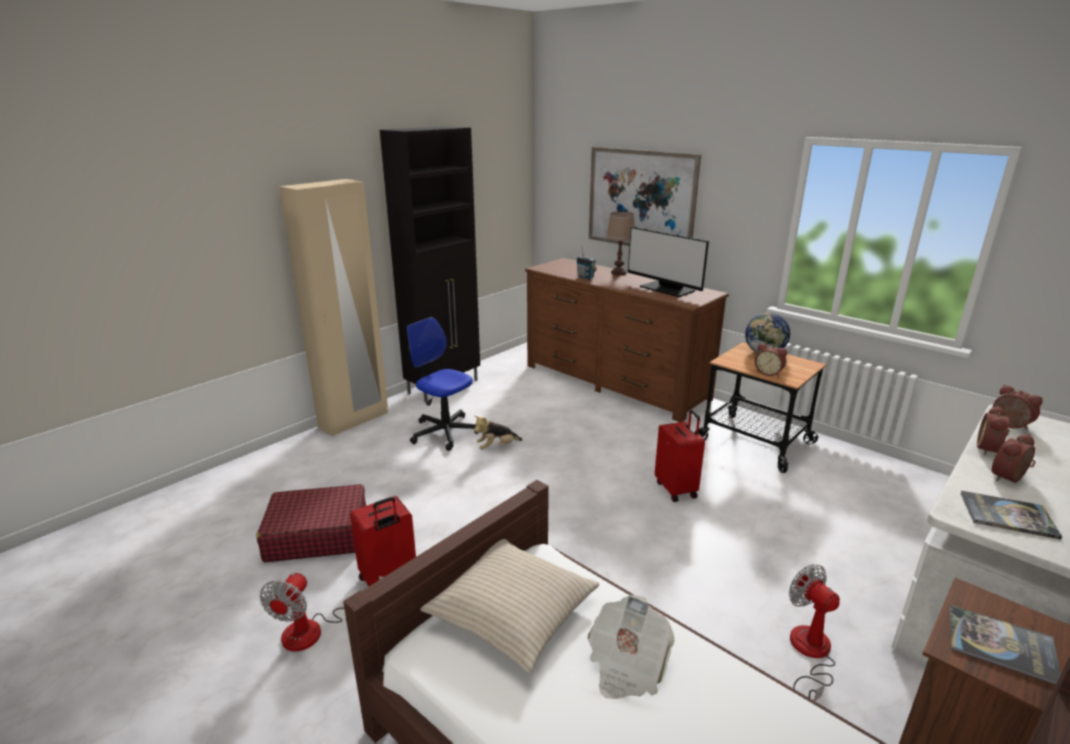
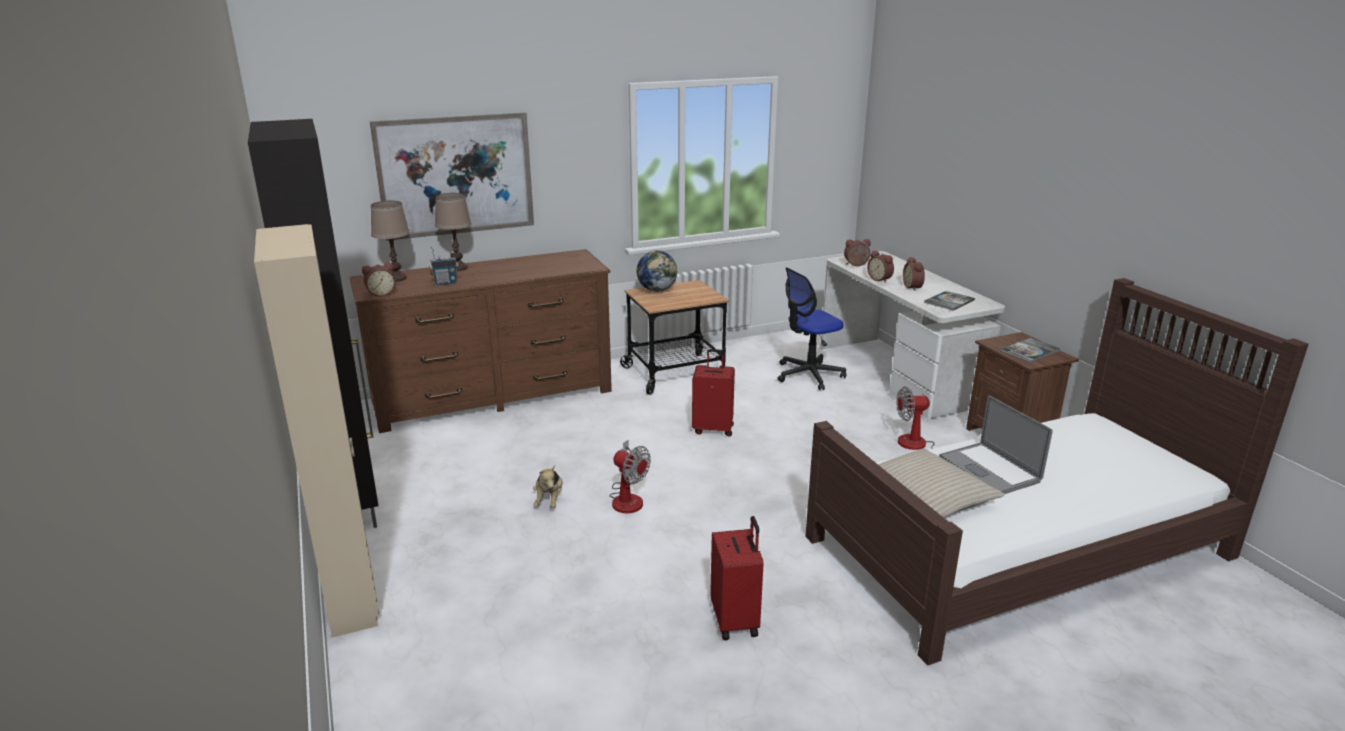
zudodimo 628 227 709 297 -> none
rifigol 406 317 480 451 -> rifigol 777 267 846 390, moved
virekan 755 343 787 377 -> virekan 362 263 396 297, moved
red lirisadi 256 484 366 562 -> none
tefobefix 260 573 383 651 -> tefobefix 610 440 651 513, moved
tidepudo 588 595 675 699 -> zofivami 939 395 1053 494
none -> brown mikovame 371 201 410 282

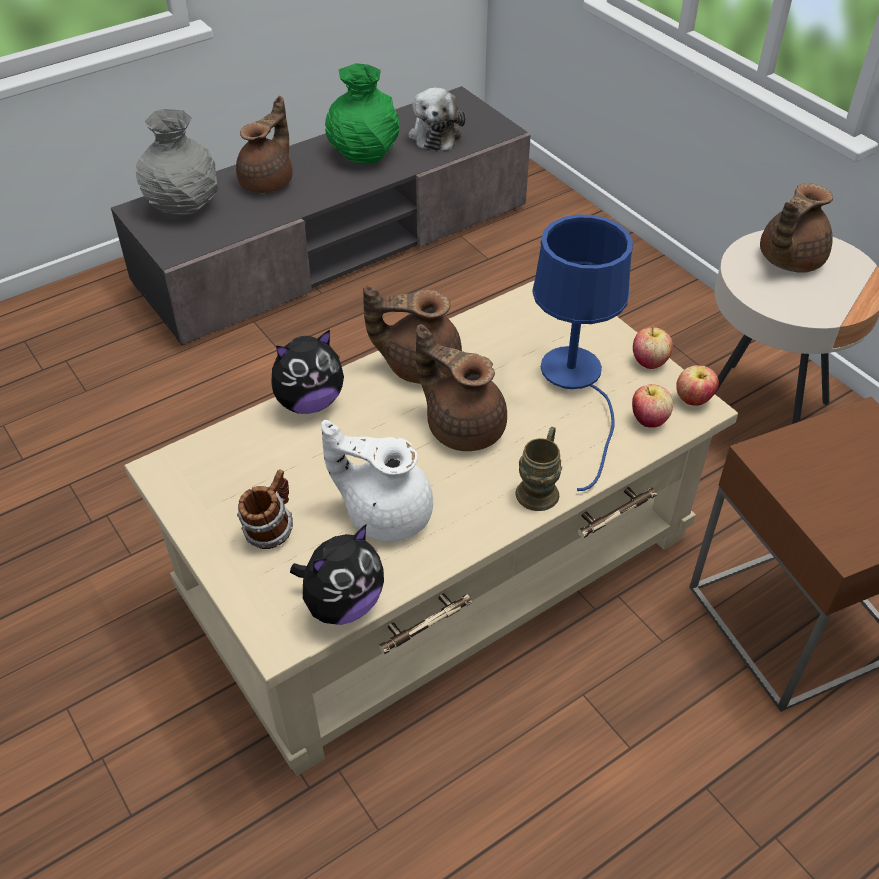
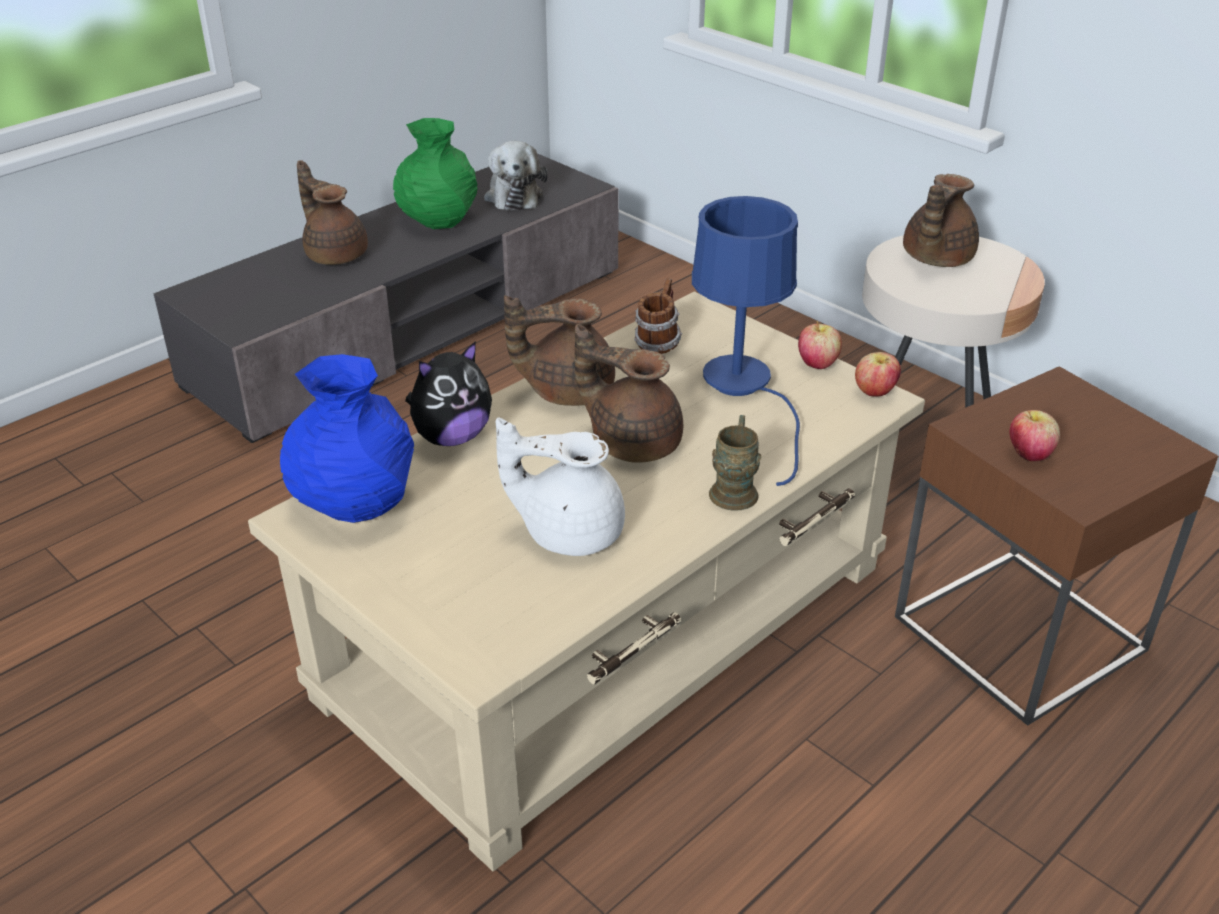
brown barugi 236 96 293 193 -> brown barugi 297 160 368 265, 60 degrees counterclockwise
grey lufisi 136 109 218 216 -> none
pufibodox 632 384 673 428 -> pufibodox 1009 410 1060 461, moved
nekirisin 237 469 293 549 -> nekirisin 634 278 682 354, moved
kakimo 290 524 384 625 -> none
none -> blue lufisi 280 354 414 523

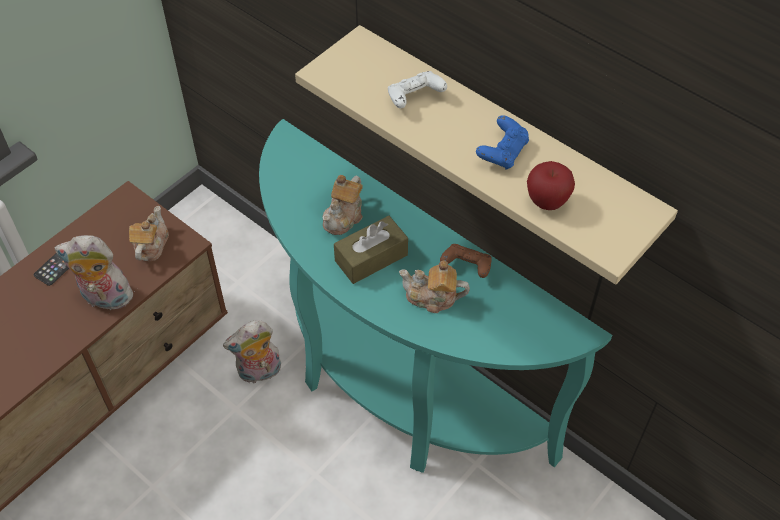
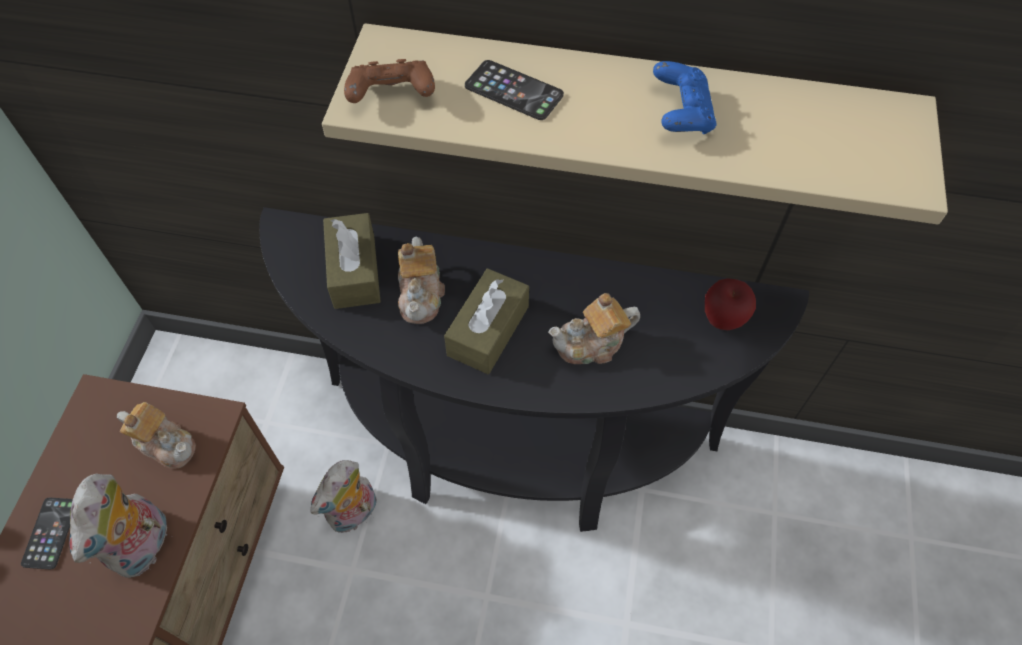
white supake 388 71 447 108 -> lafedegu 465 60 564 120
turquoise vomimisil 259 119 612 473 -> black vomimisil 259 207 809 532
pufibodox 527 161 575 210 -> pufibodox 705 278 756 330, moved
barugi 129 206 169 261 -> barugi 117 402 196 469, 135 degrees clockwise
kakimo 54 235 138 310 -> kakimo 69 473 173 578, 60 degrees counterclockwise
brown supake 440 244 492 278 -> brown supake 344 59 435 103, moved
none -> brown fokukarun 323 213 381 309

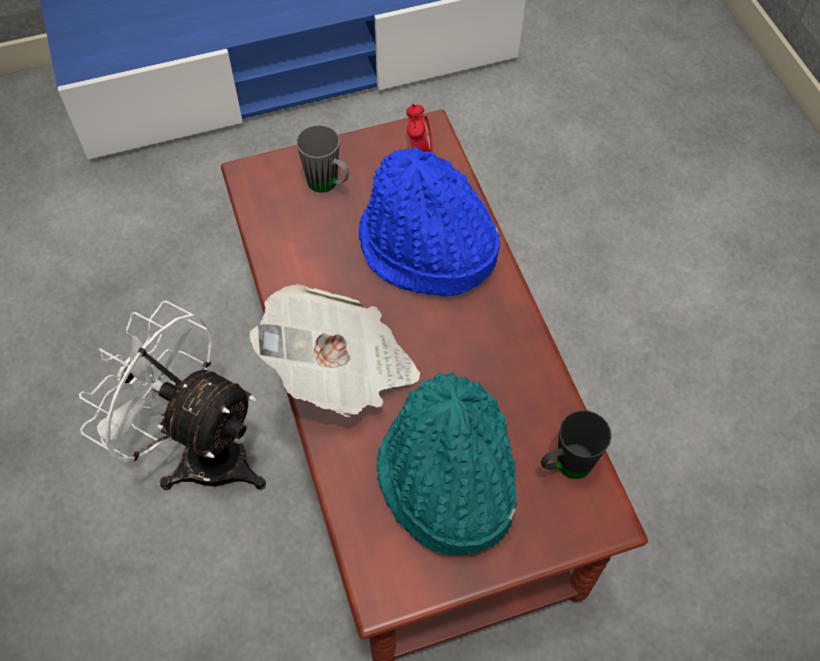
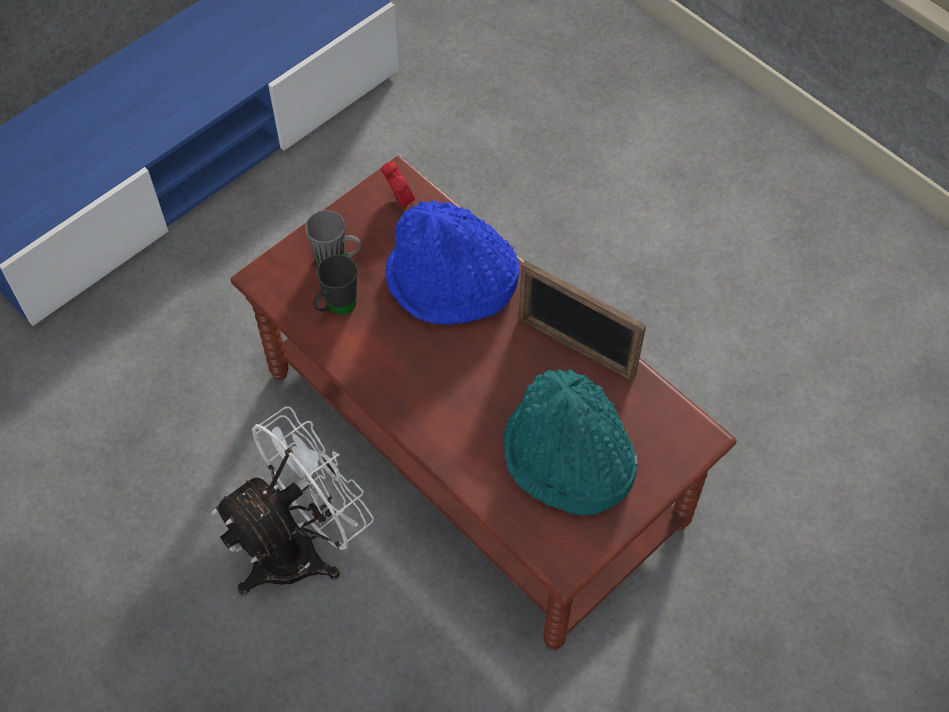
tidepudo 249 284 420 417 -> none
white tefobefix 79 301 266 490 -> white tefobefix 211 406 374 596, 135 degrees clockwise
black nekirisin 541 410 612 479 -> black nekirisin 313 254 357 315, moved
none -> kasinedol 519 261 646 380

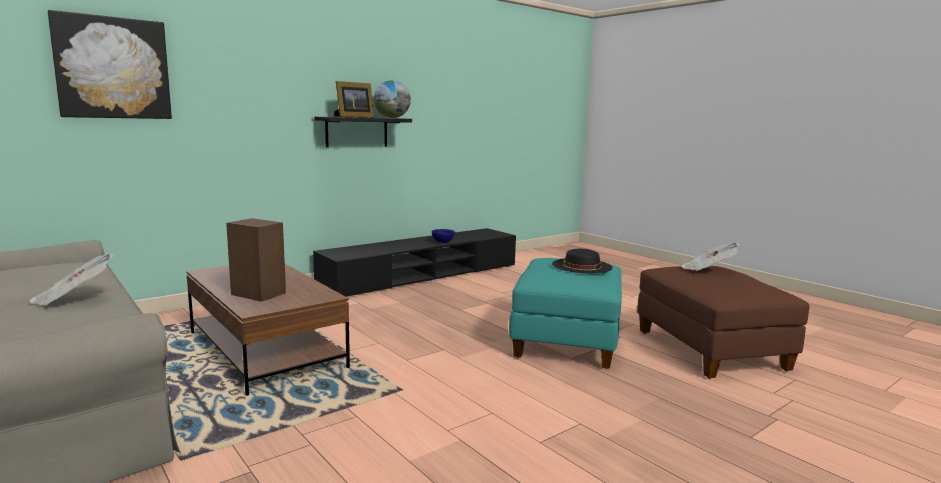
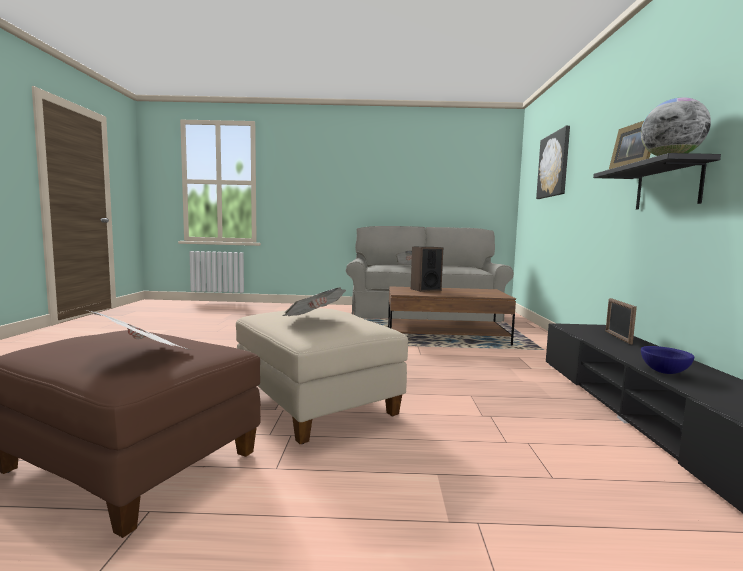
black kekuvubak 552 249 613 273 -> tidepudo 282 287 346 316
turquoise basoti 509 258 622 369 -> beige basoti 236 308 408 444
none -> kasinedol 606 298 637 344

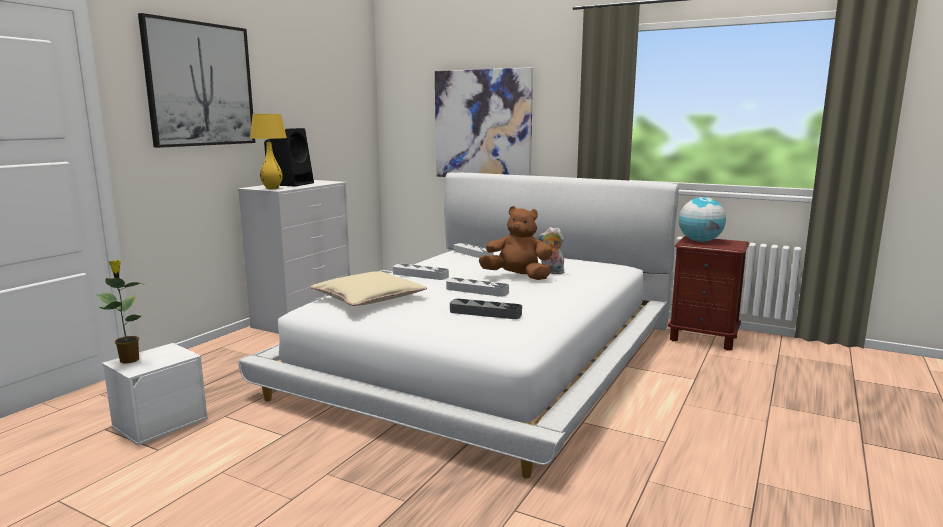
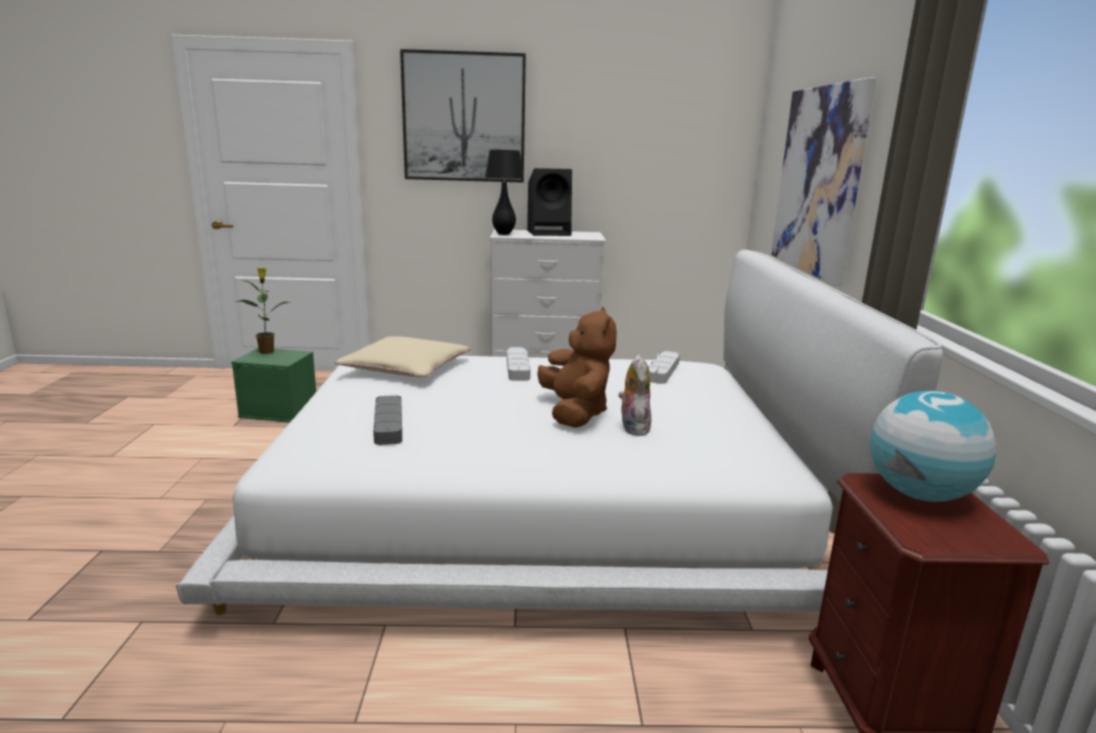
yellow mikovame 250 114 287 189 -> black mikovame 485 150 524 235
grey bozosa 446 278 509 297 -> none
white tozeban 102 343 208 446 -> green tozeban 231 348 316 423

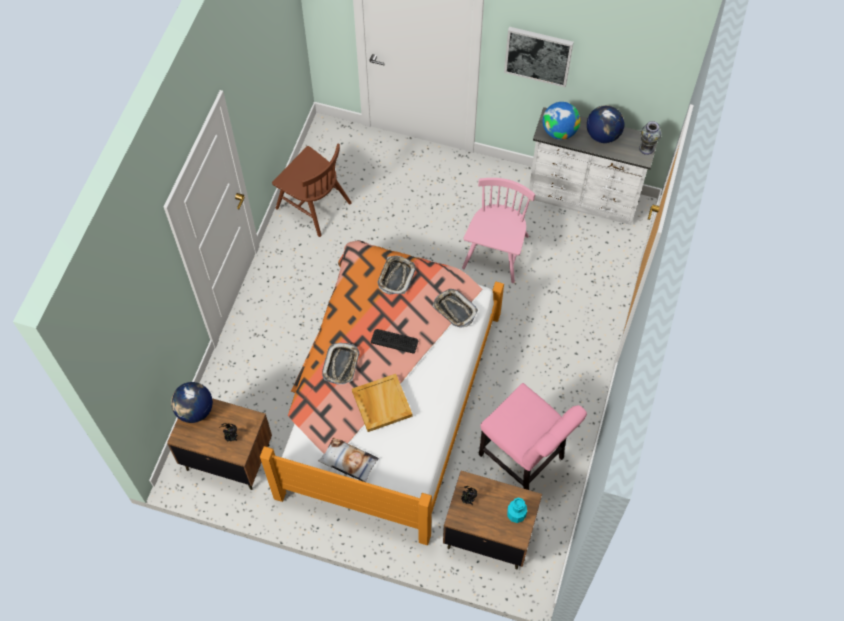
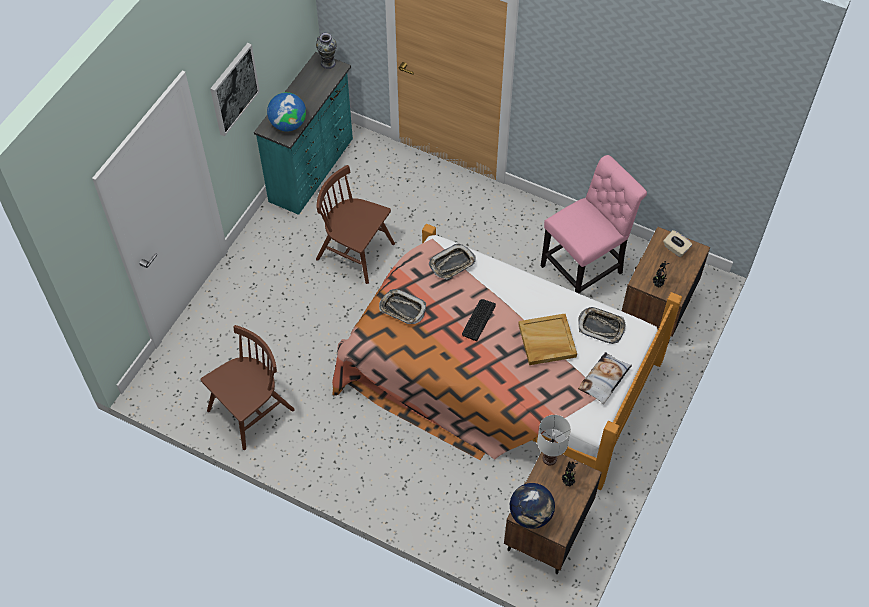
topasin 587 105 625 143 -> none
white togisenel 528 107 658 225 -> turquoise togisenel 254 52 353 215
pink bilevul 462 178 535 283 -> brown bilevul 316 165 395 284
bozosa 322 343 360 385 -> bozosa 578 307 626 344, moved
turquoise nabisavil 507 498 527 523 -> beige fokukarun 663 230 692 257
none -> white mikovame 537 415 571 465

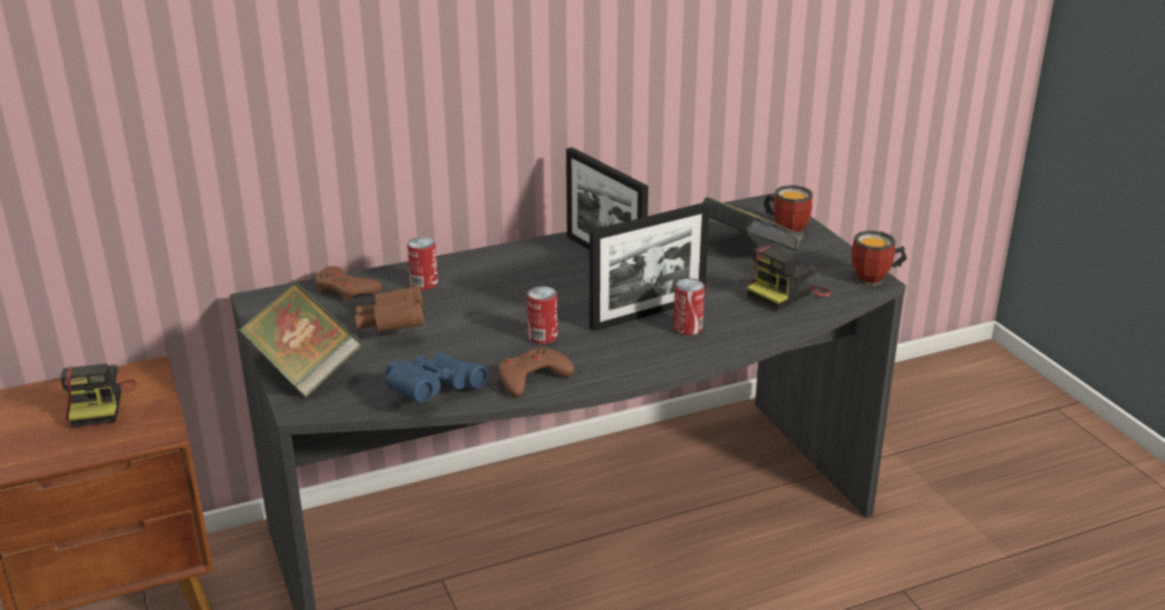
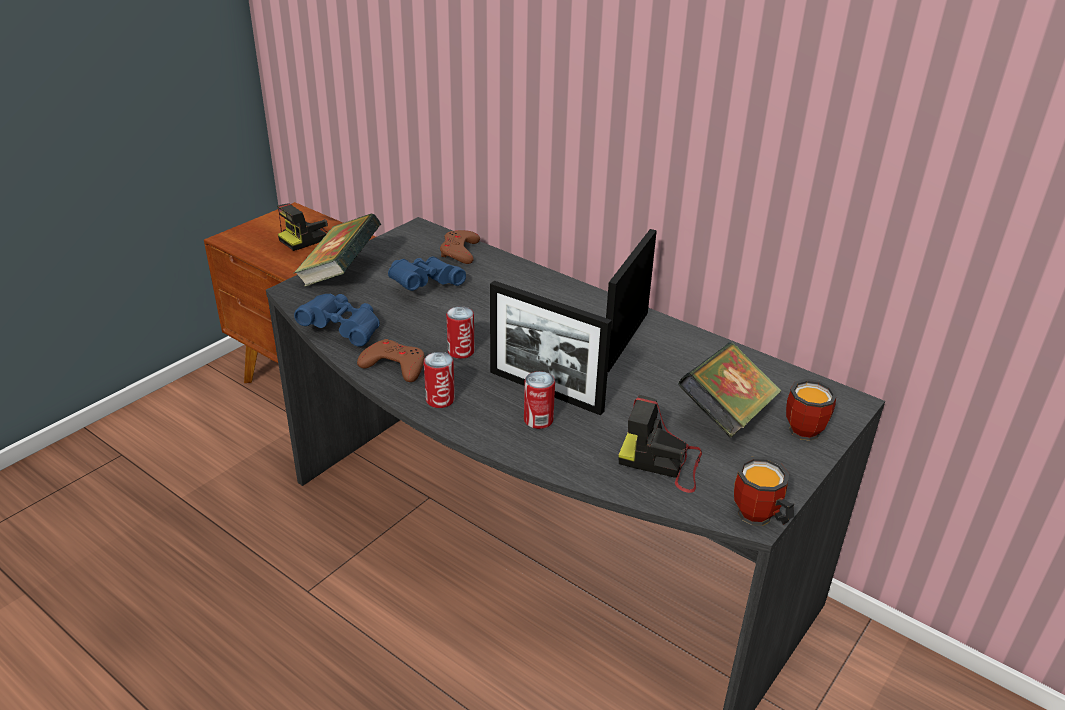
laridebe 407 237 438 290 -> laridebe 424 352 455 408, moved
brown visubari 355 286 424 332 -> blue visubari 388 256 466 291

